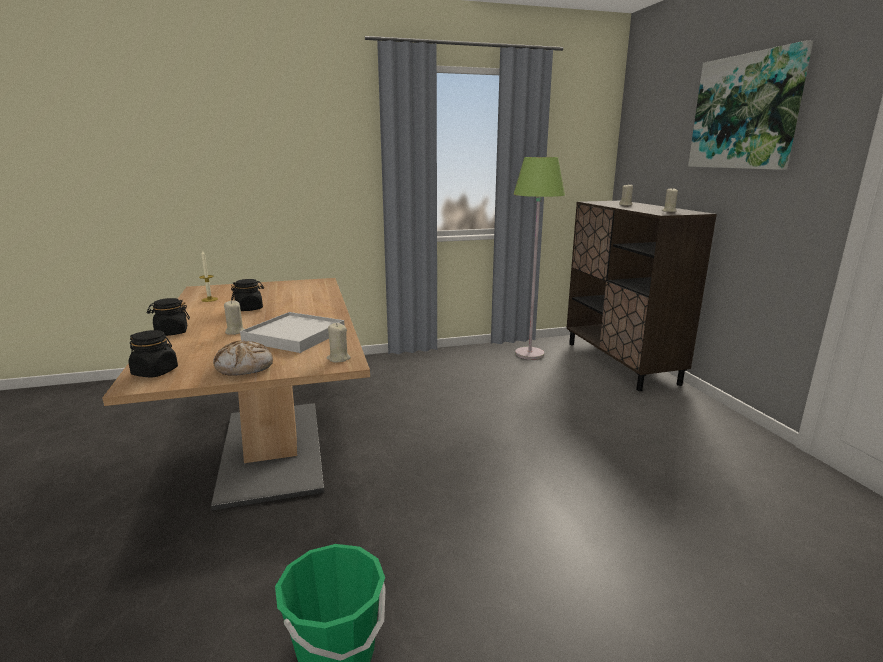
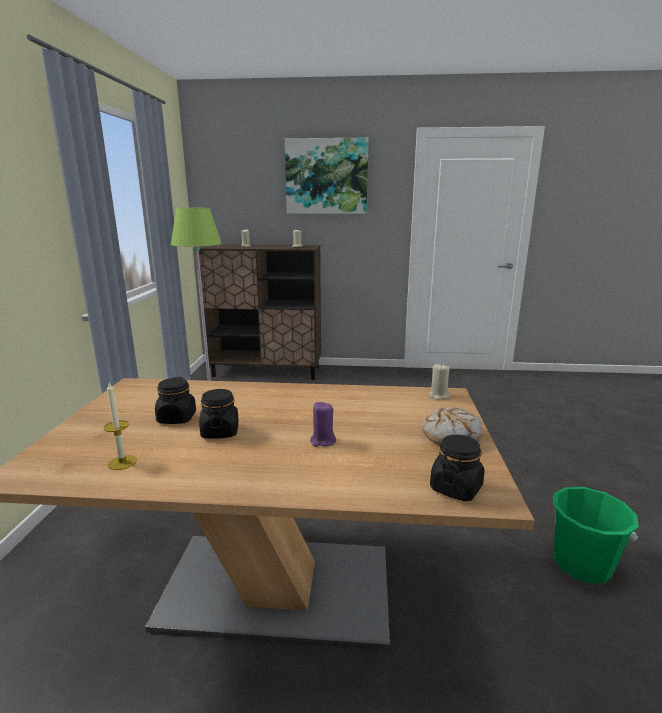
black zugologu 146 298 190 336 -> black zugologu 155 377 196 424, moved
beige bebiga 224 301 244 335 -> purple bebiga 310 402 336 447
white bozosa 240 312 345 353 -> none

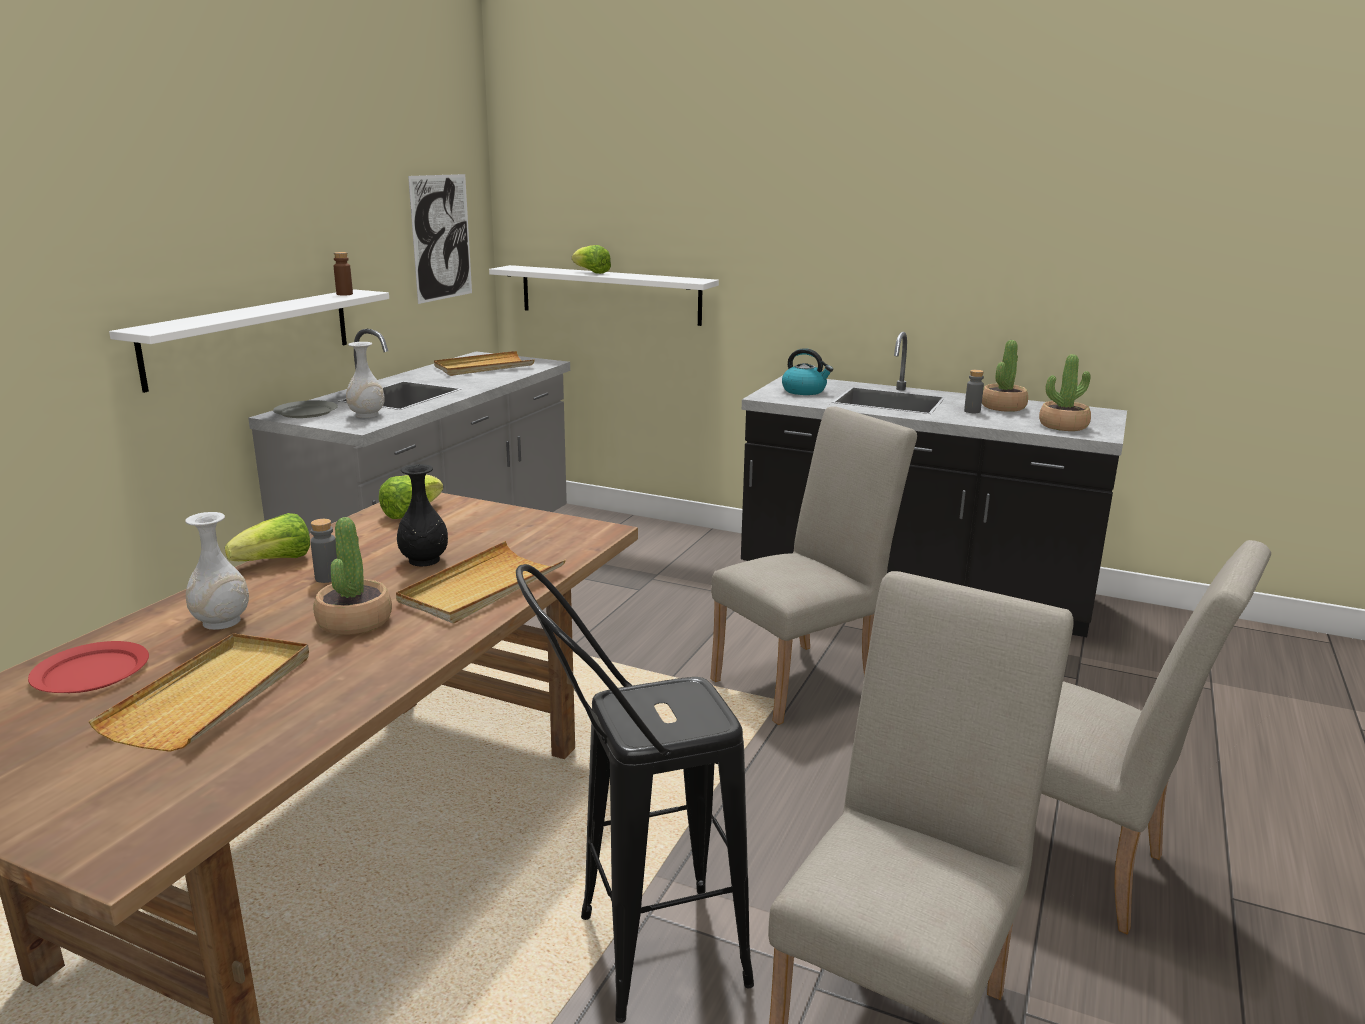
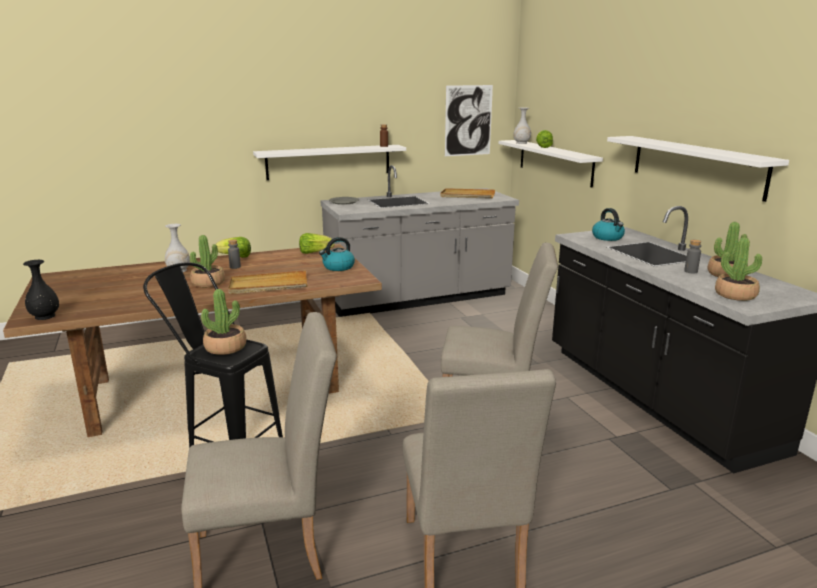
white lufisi 346 342 385 418 -> white lufisi 513 108 531 144, moved
black lufisi 397 464 448 566 -> black lufisi 23 260 59 320, moved
beige bozosa 88 633 309 752 -> none
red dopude 28 641 149 693 -> none
none -> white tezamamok 607 136 789 202
none -> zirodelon 319 237 355 271
none -> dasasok 201 289 247 355

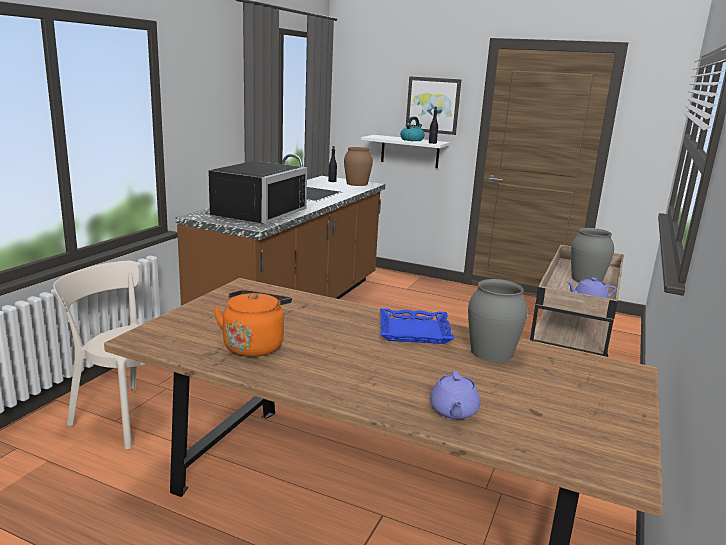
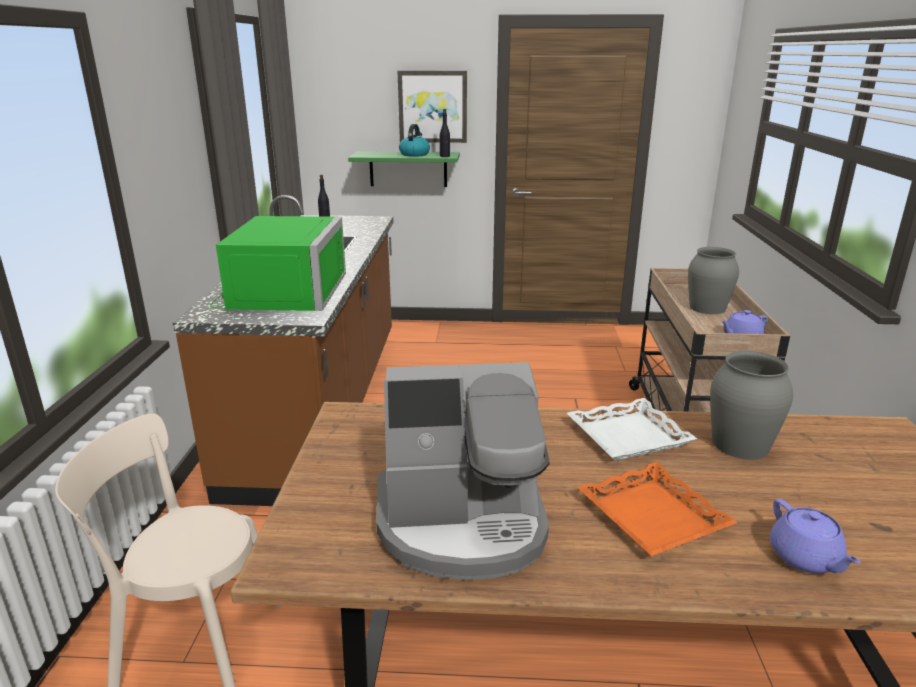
white tezamamok 361 135 450 169 -> green tezamamok 348 151 460 187
brown lufisi 344 147 373 186 -> none
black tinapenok 205 161 307 224 -> green tinapenok 210 216 346 311
orange zirodelon 213 290 292 357 -> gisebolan 376 362 549 580
blue bozosa 380 308 454 344 -> white bozosa 567 398 697 461
none -> orange bozosa 577 462 738 556

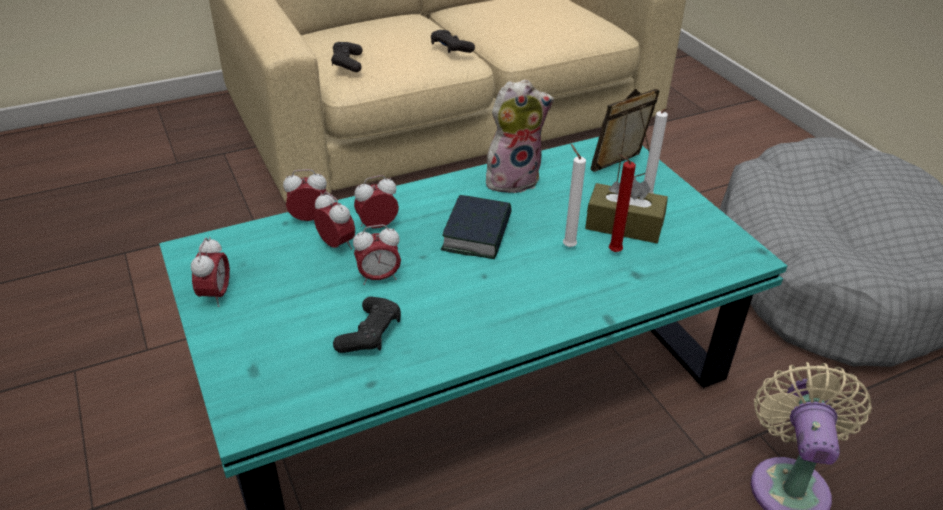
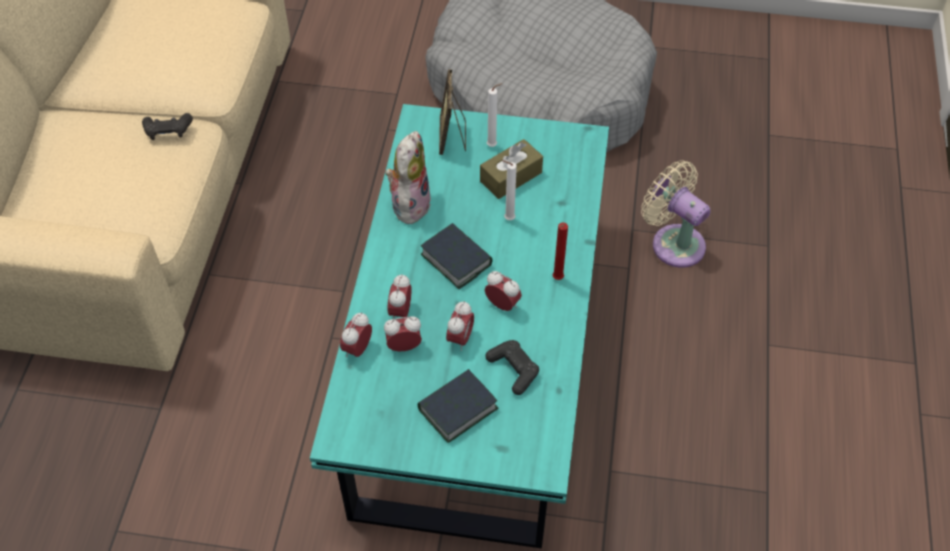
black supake 331 42 363 72 -> none
red bebiga 609 154 636 252 -> red bebiga 553 223 568 280, moved
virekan 191 237 230 307 -> virekan 485 271 522 311, moved
none -> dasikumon 418 369 499 443

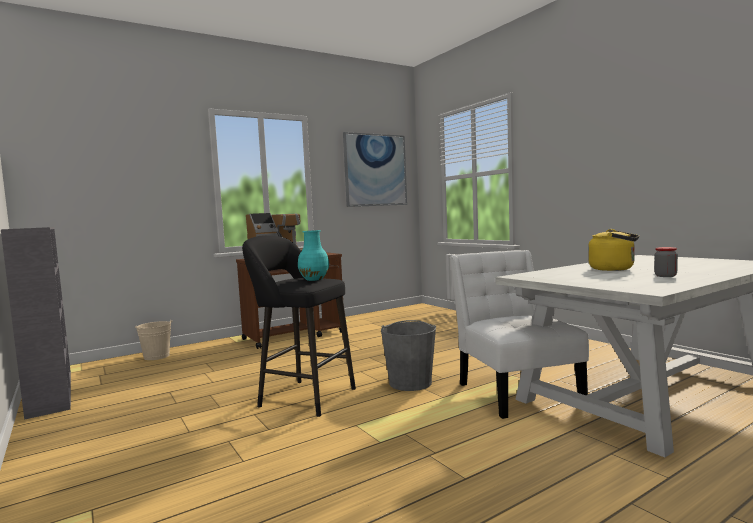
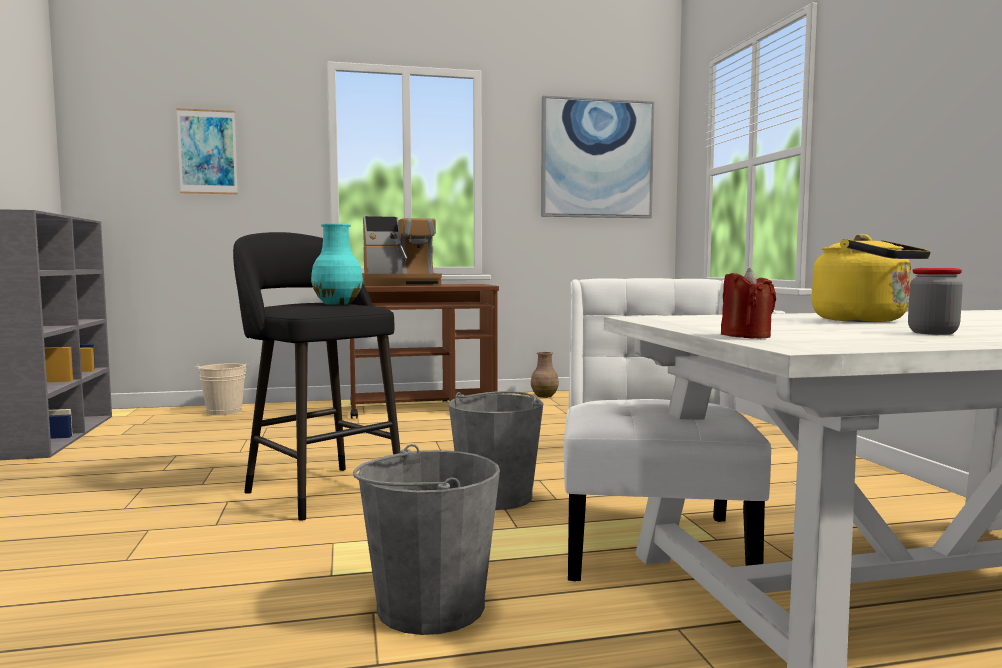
none -> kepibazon 176 108 238 194
none -> red bebiga 721 268 776 338
none -> brown lufisi 531 352 559 398
none -> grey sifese 353 444 500 635

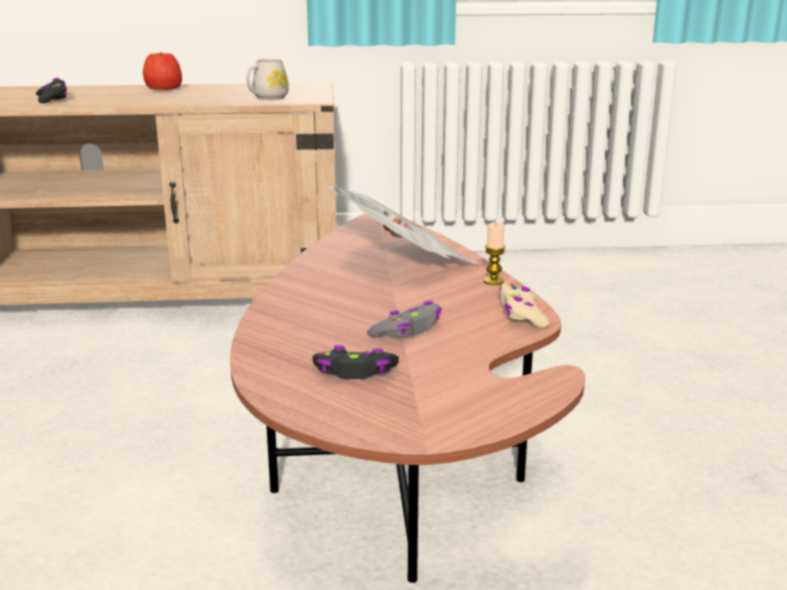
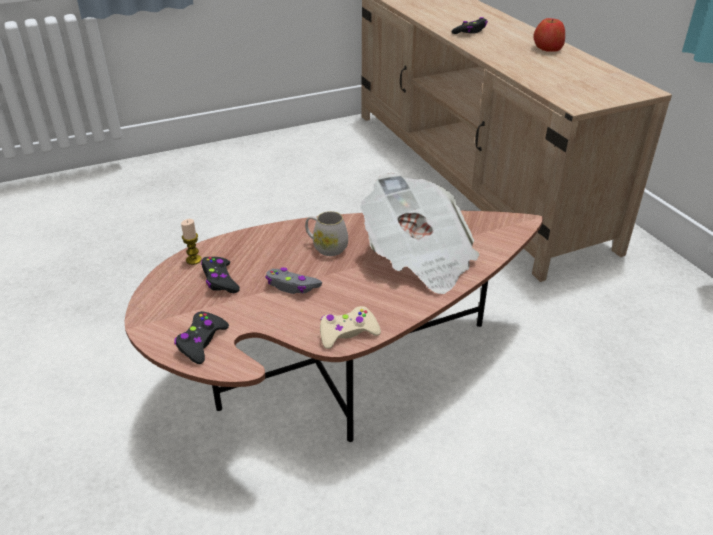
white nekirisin 246 59 289 100 -> white nekirisin 305 211 348 256, moved
bebiga 484 222 506 285 -> bebiga 181 219 202 265, moved
none -> black supake 174 311 229 364

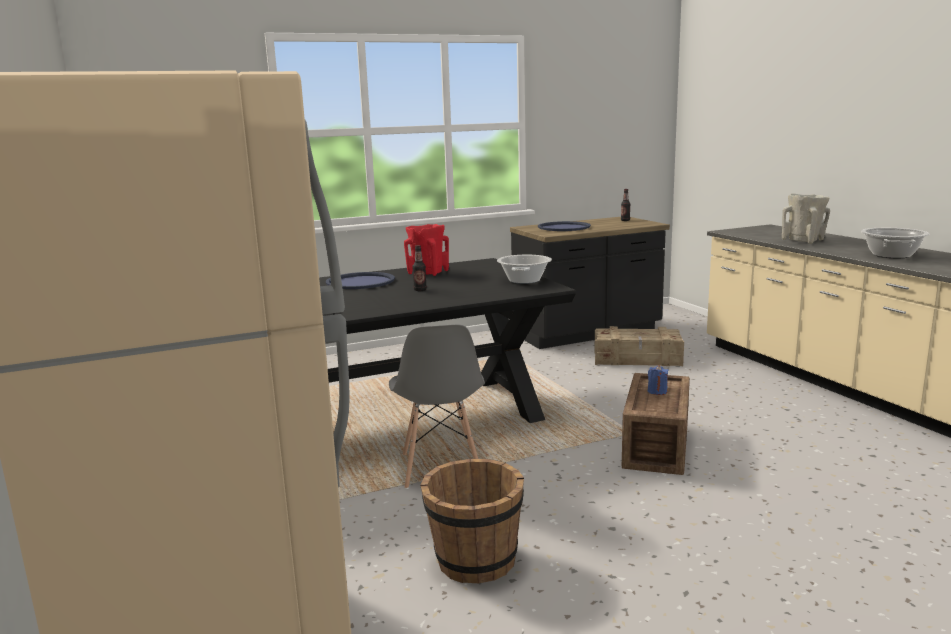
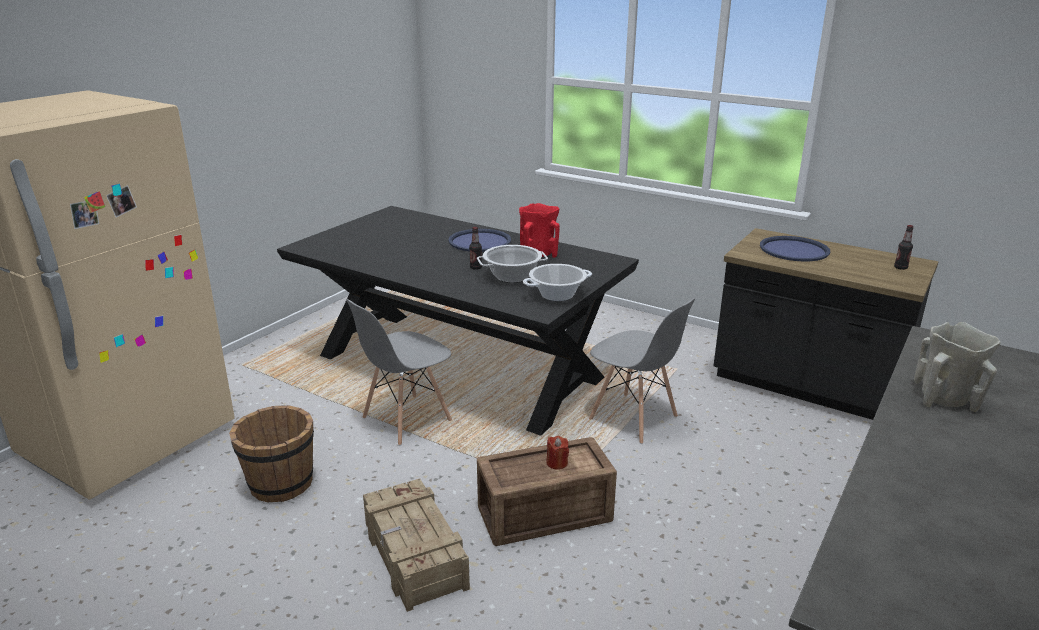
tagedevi 861 228 929 258 -> tagedevi 477 245 548 283, moved
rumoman 595 326 684 366 -> rumoman 363 478 470 612, moved
blue bebiga 648 365 669 395 -> red bebiga 546 436 569 470
none -> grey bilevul 589 298 695 444

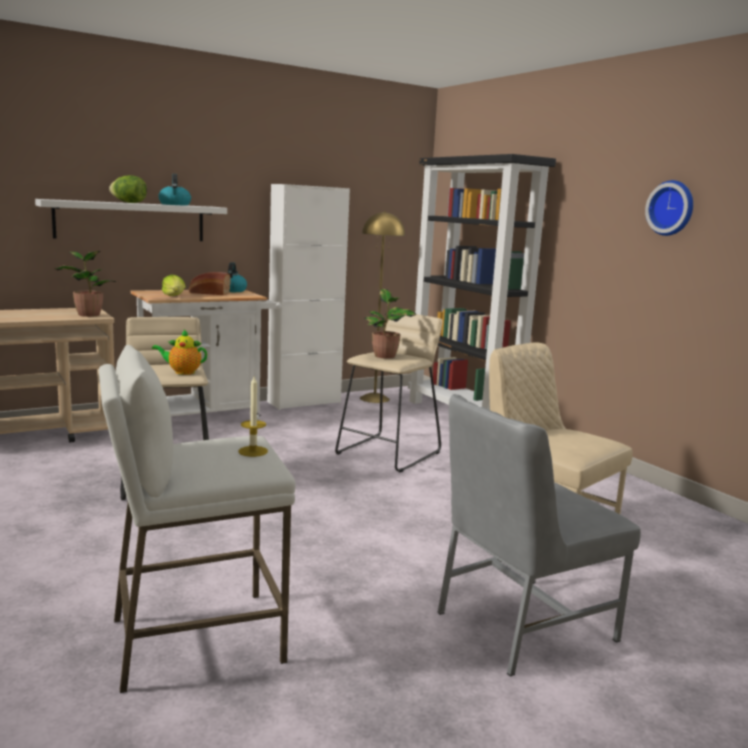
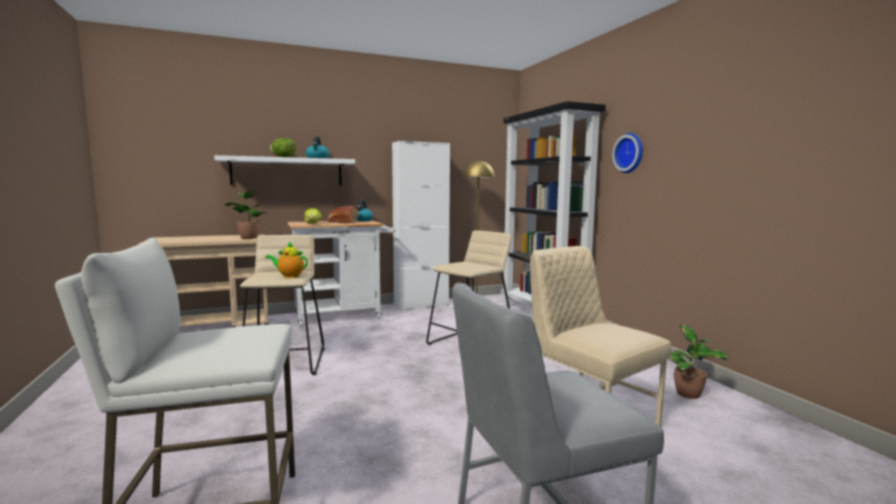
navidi 645 180 693 236 -> navidi 612 133 643 173, moved
dasasok 364 289 416 359 -> dasasok 670 324 730 399, moved
bebiga 238 376 268 457 -> none

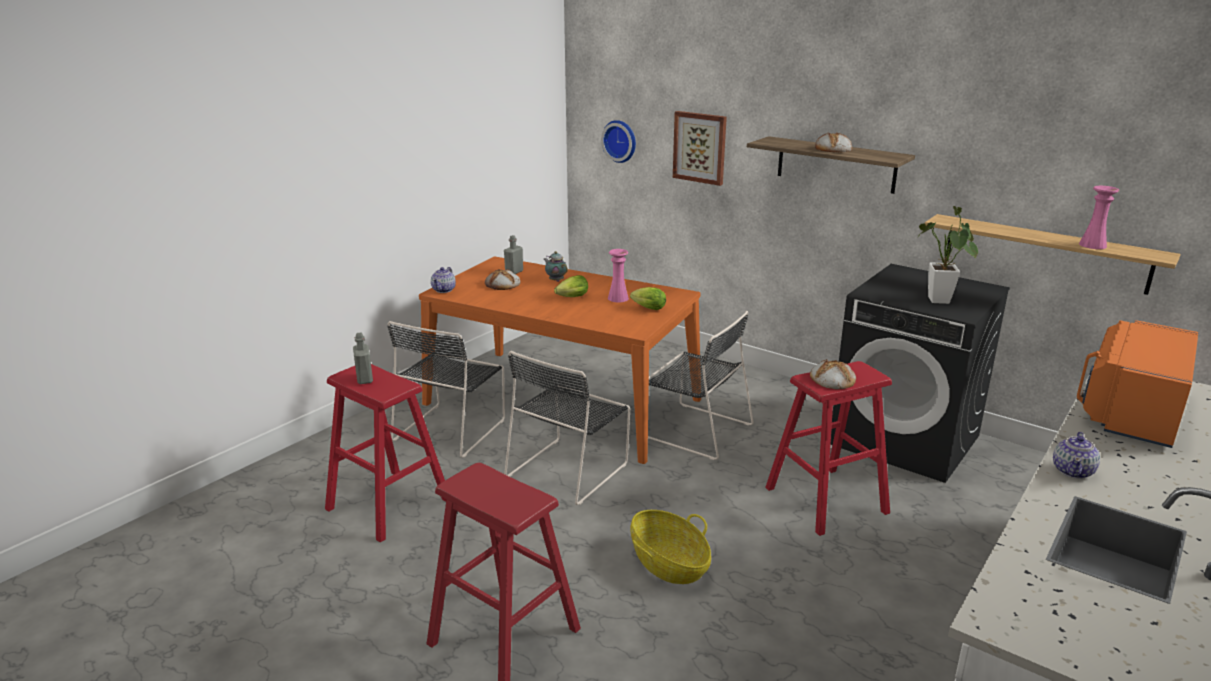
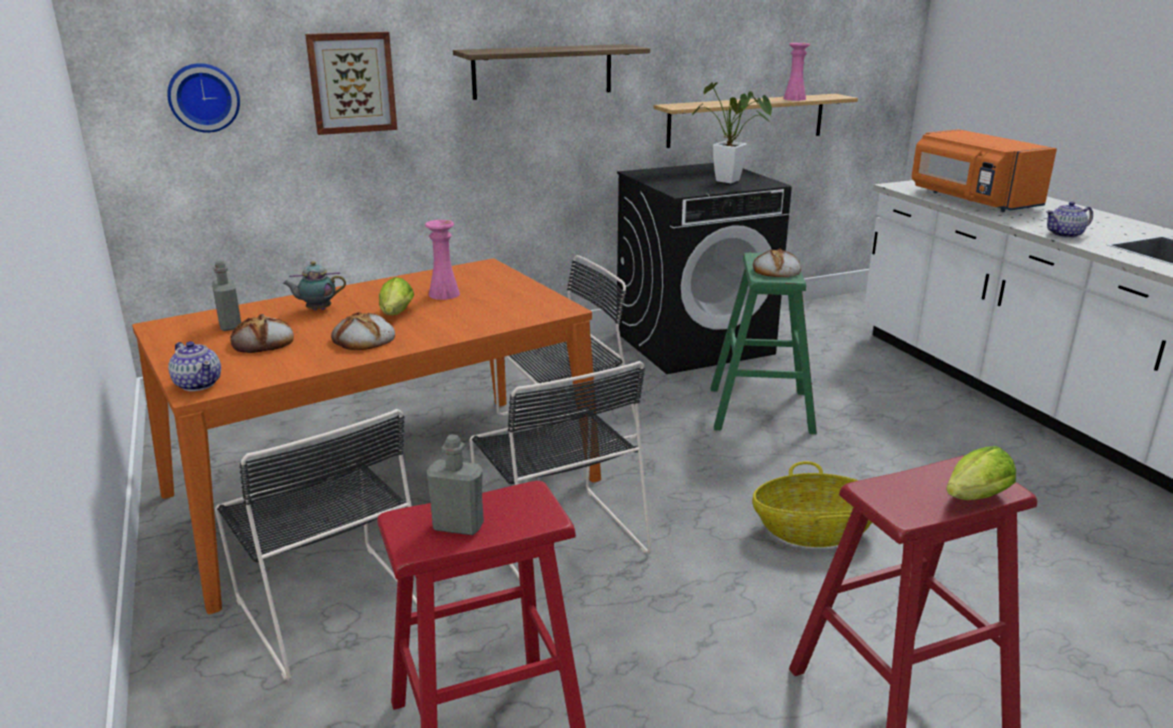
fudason 815 132 852 152 -> fudason 331 312 395 350, moved
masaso 630 287 666 310 -> masaso 946 446 1016 500, moved
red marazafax 765 361 892 536 -> green marazafax 710 253 817 434
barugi 1053 432 1100 479 -> barugi 1046 201 1093 238, 105 degrees clockwise

